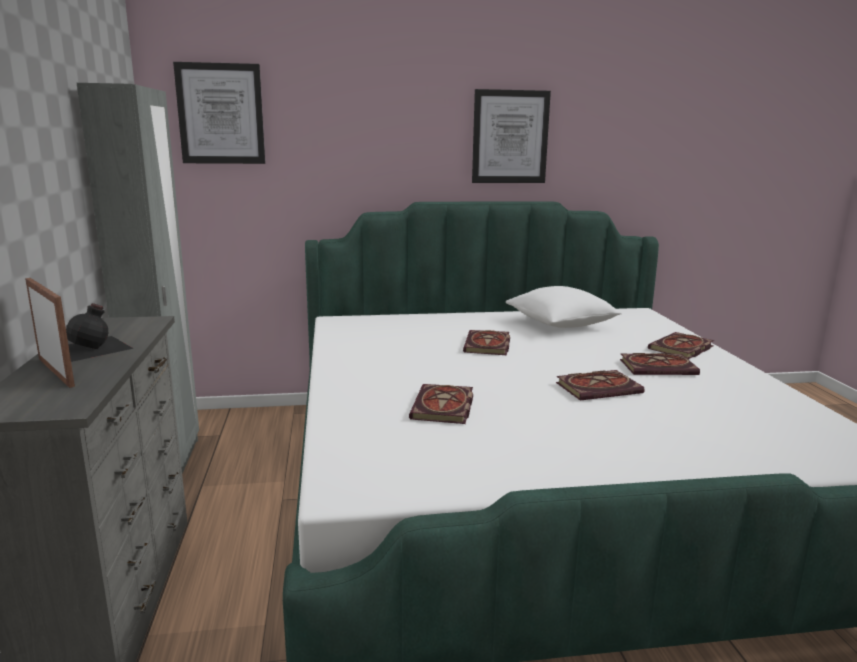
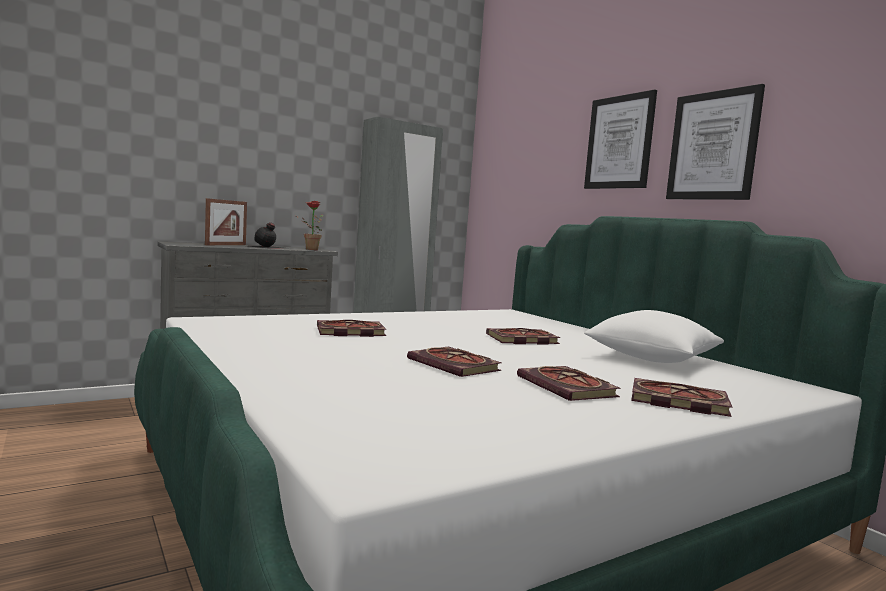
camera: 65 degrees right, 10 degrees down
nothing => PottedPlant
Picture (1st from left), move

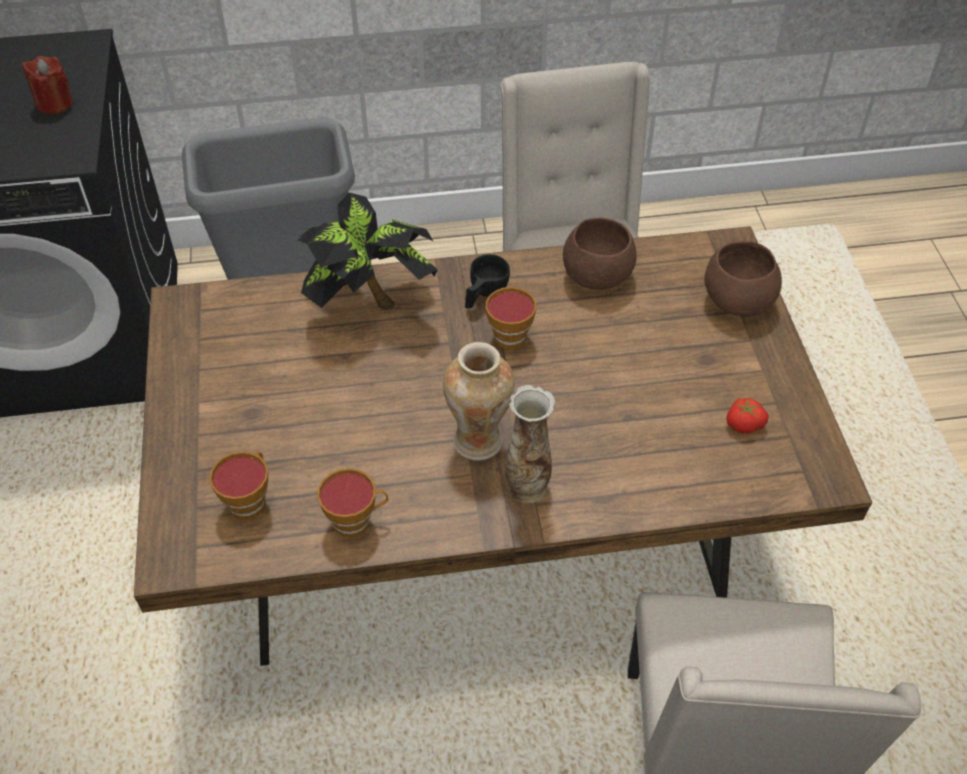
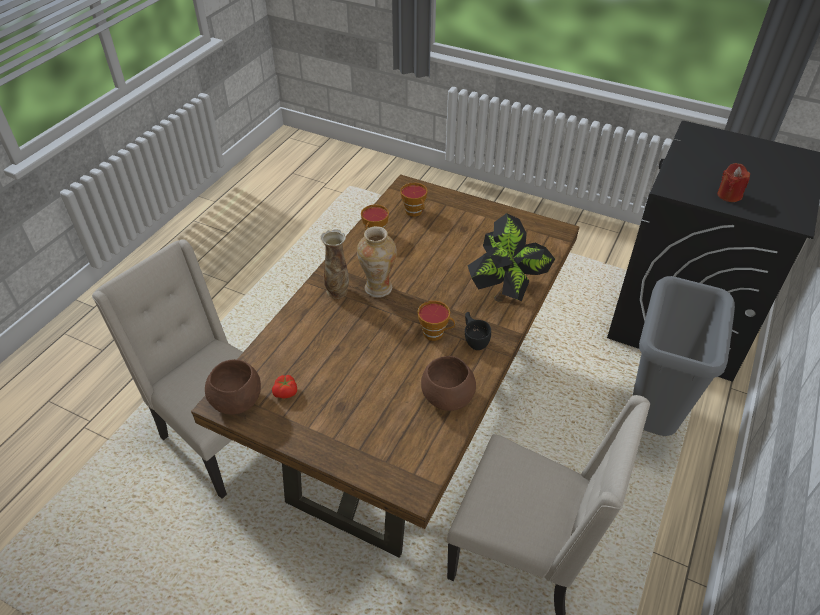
camera: 125 degrees right, 5 degrees down
BrownBowl (2nd from left in the first image) => BrownBowl (1st from left), move

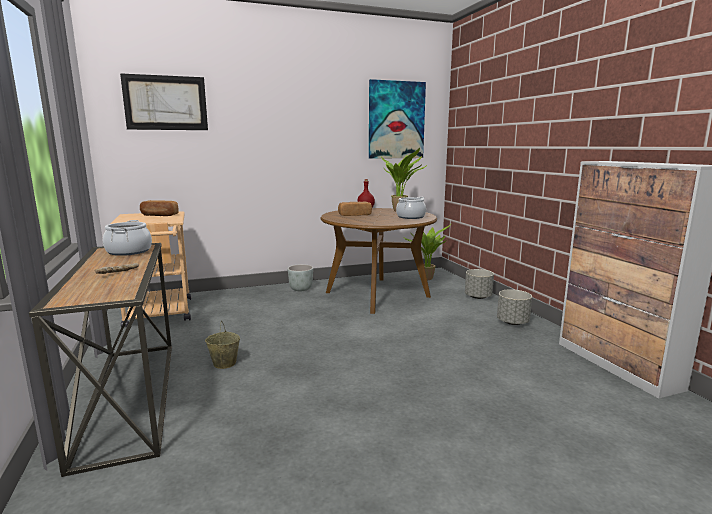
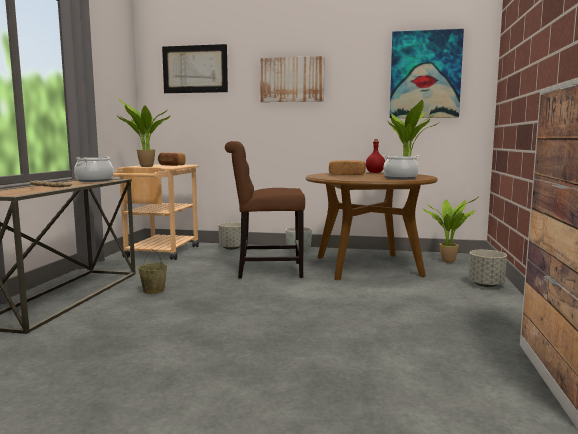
camera: 30 degrees right, 5 degrees down
nothing => PottedPlant (1st from left)
nothing => BrownChair
nothing => Picture (2nd from left)
GreyPlanter (3rd from left in the first image) => GreyPlanter (1st from left), move

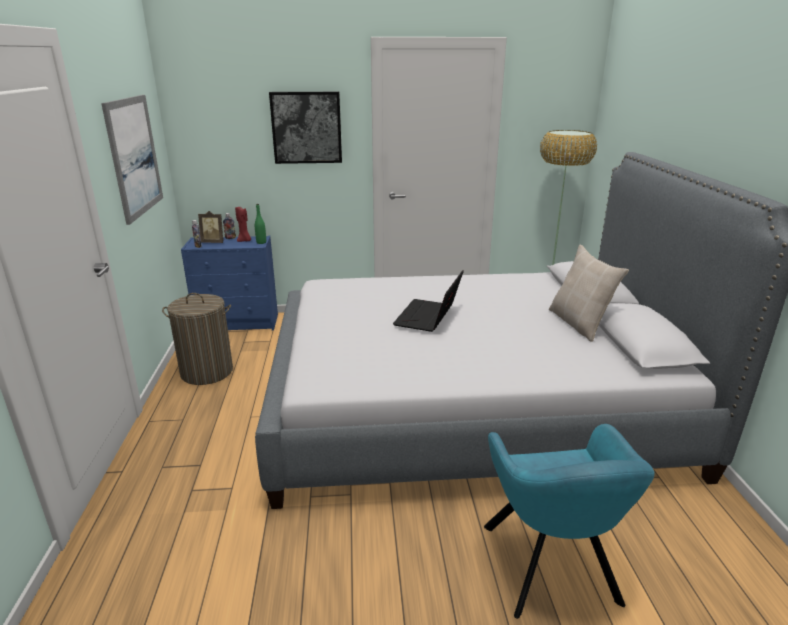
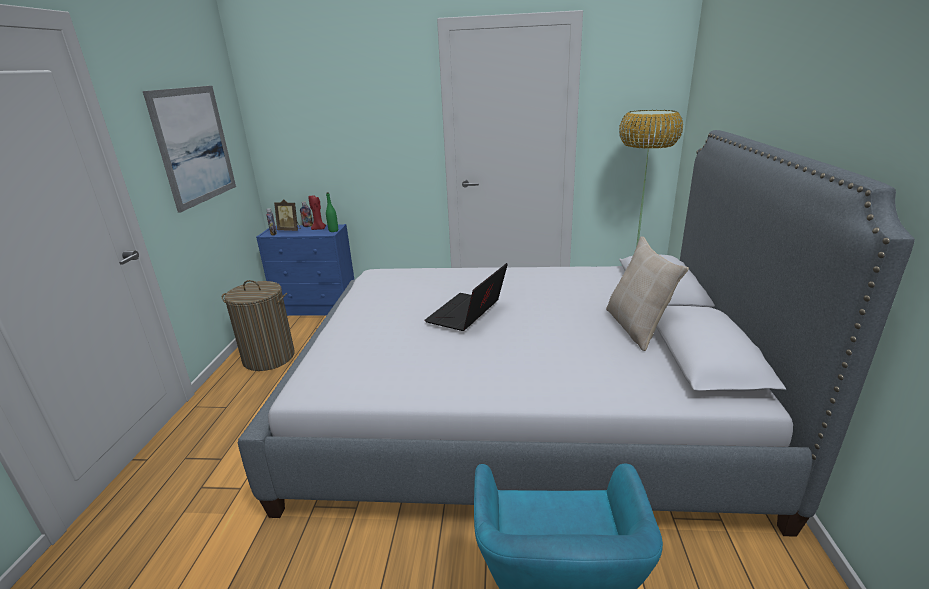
camera: 10 degrees right, 0 degrees up
Picture (2nd from left) => nothing

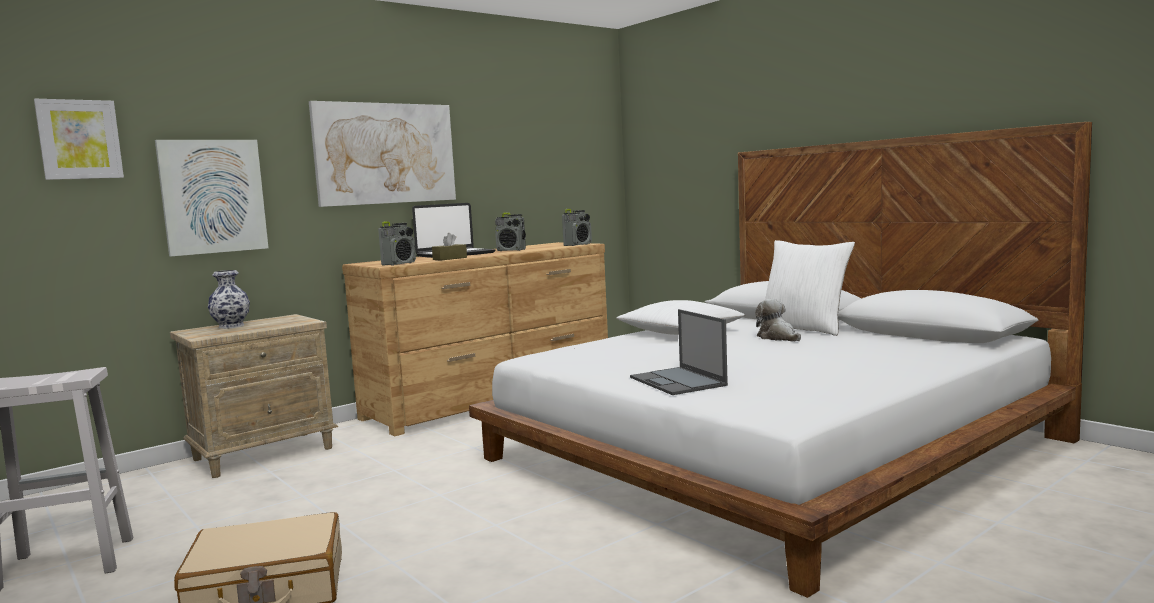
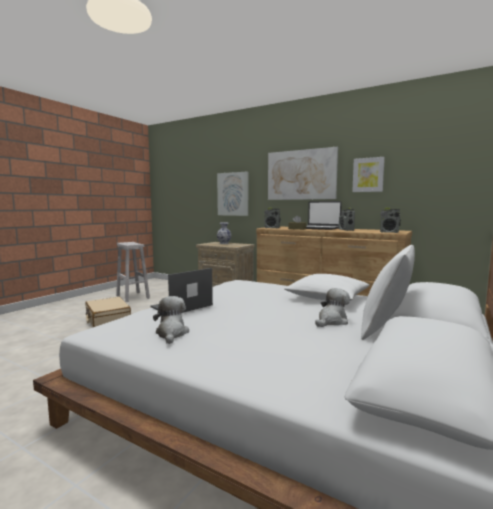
camera: 70 degrees right, 0 degrees up
nothing => PlushToy (1st from left)
Picture (1st from left in the first image) => Picture (3rd from left), move

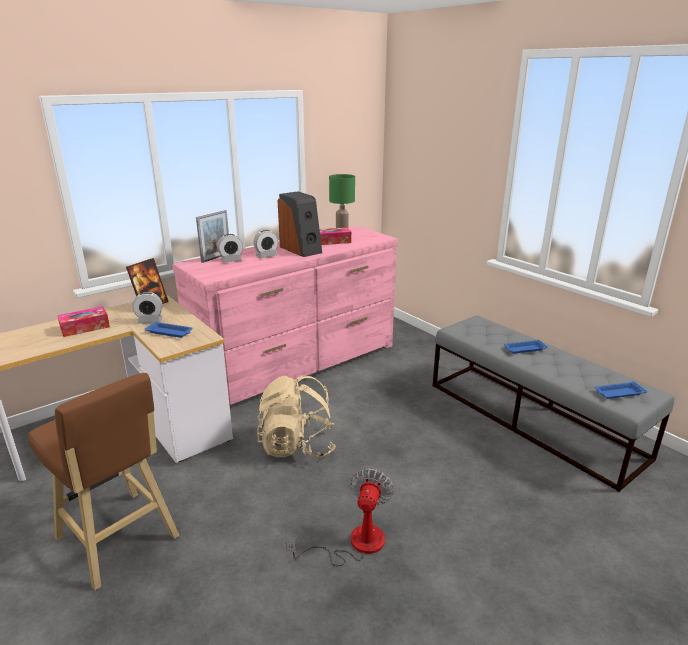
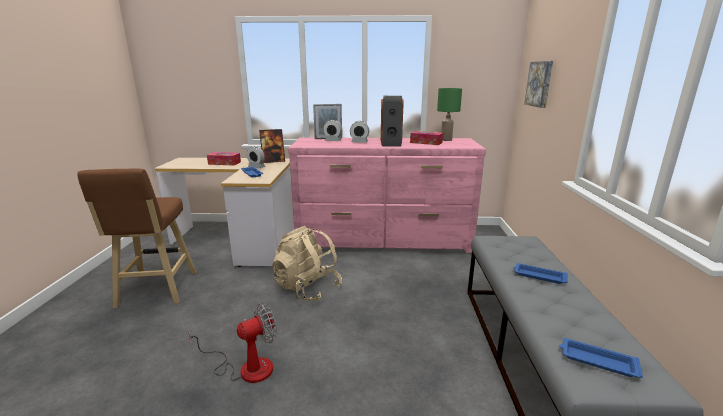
camera: 40 degrees right, 5 degrees down
nothing => Picture

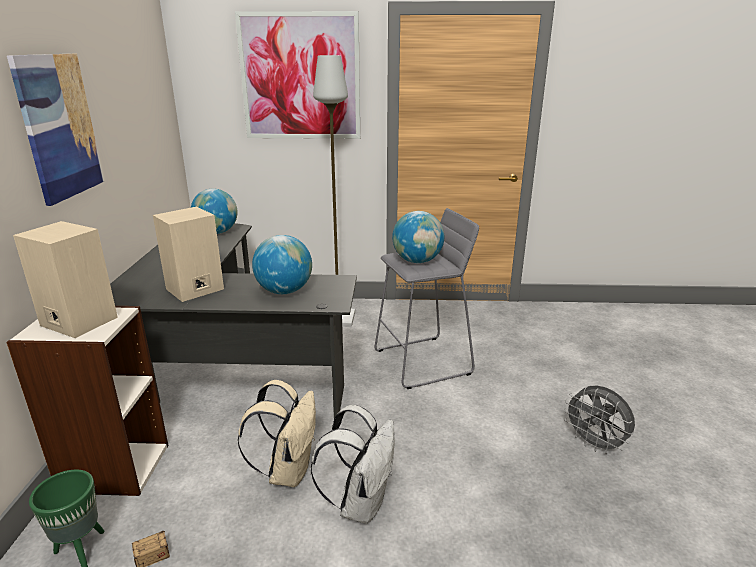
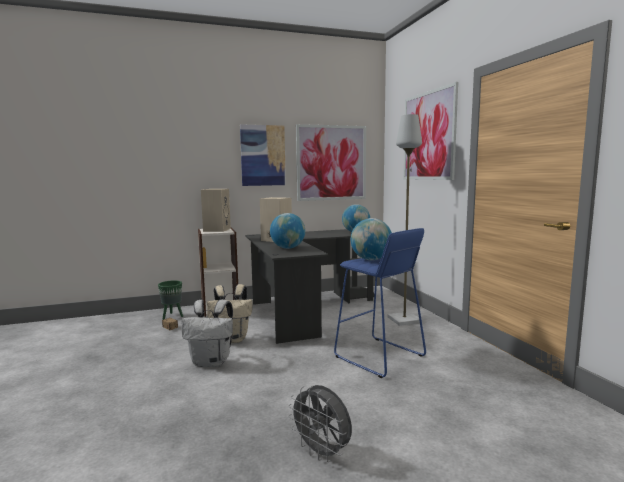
camera: 70 degrees right, 15 degrees down
nothing => Picture (2nd from left)
GreyStool => BlueStool
GreyFan, 75 degrees counterclockwise

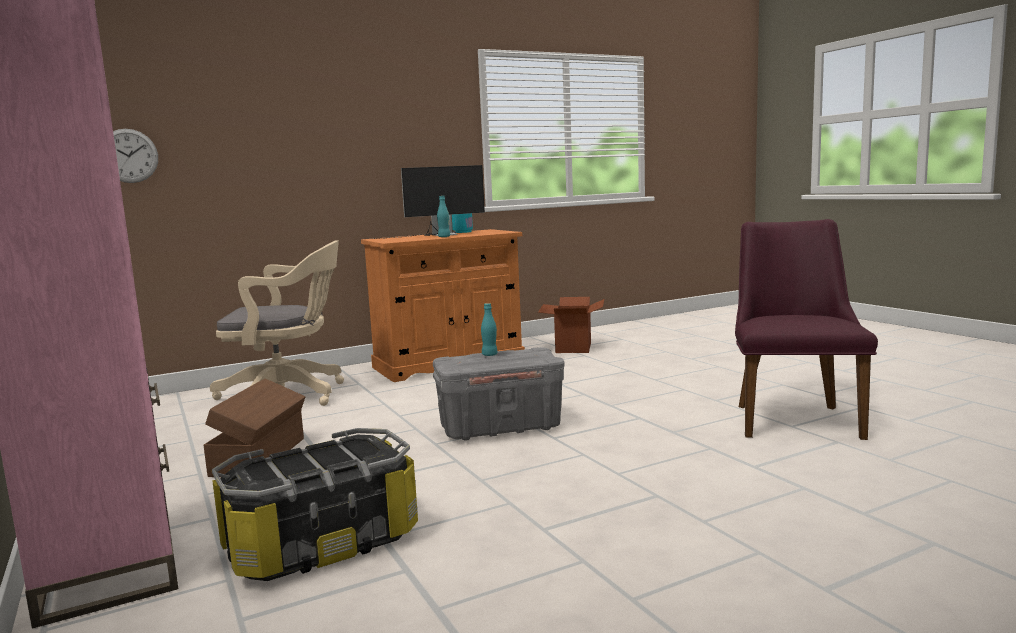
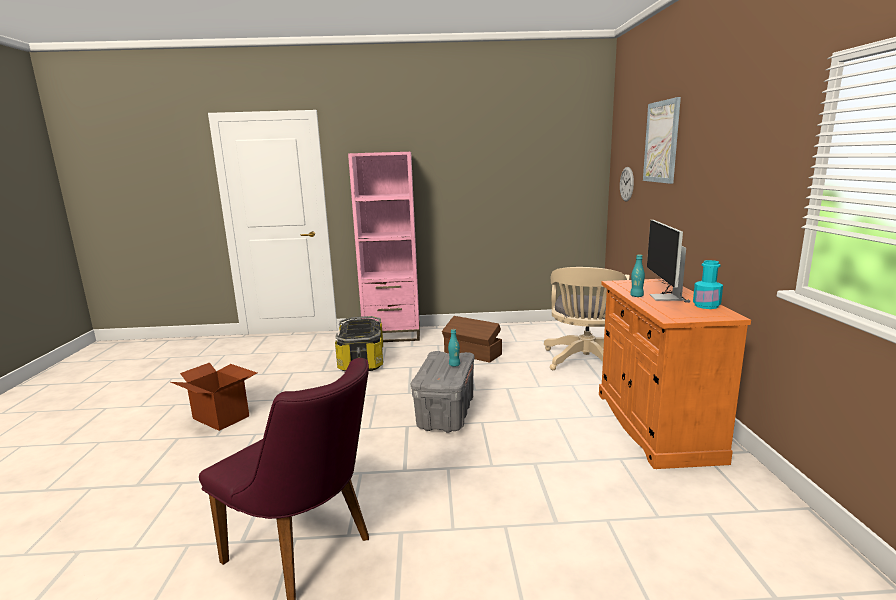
camera: 115 degrees right, 5 degrees up
nothing => Picture
CardboardBox, move

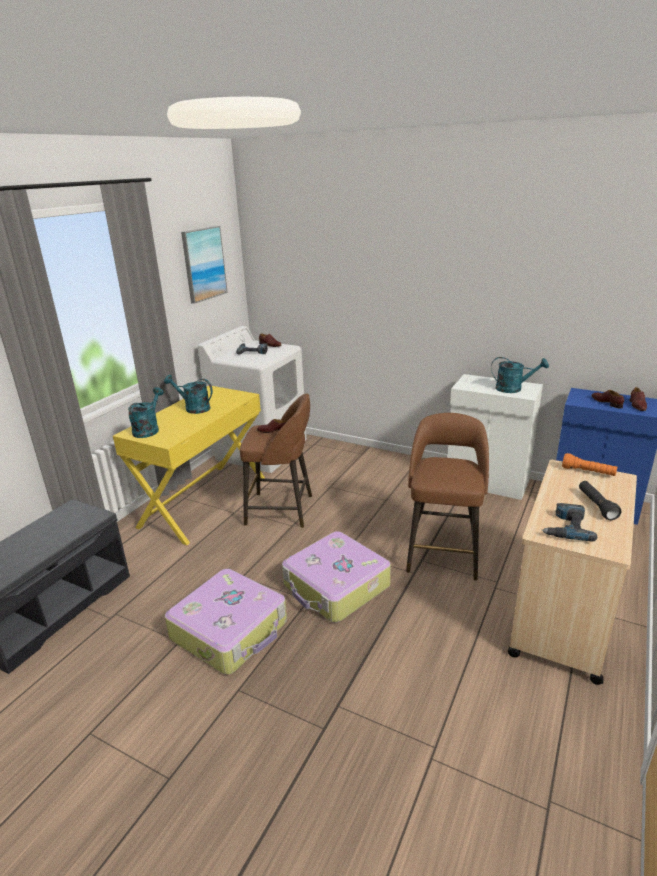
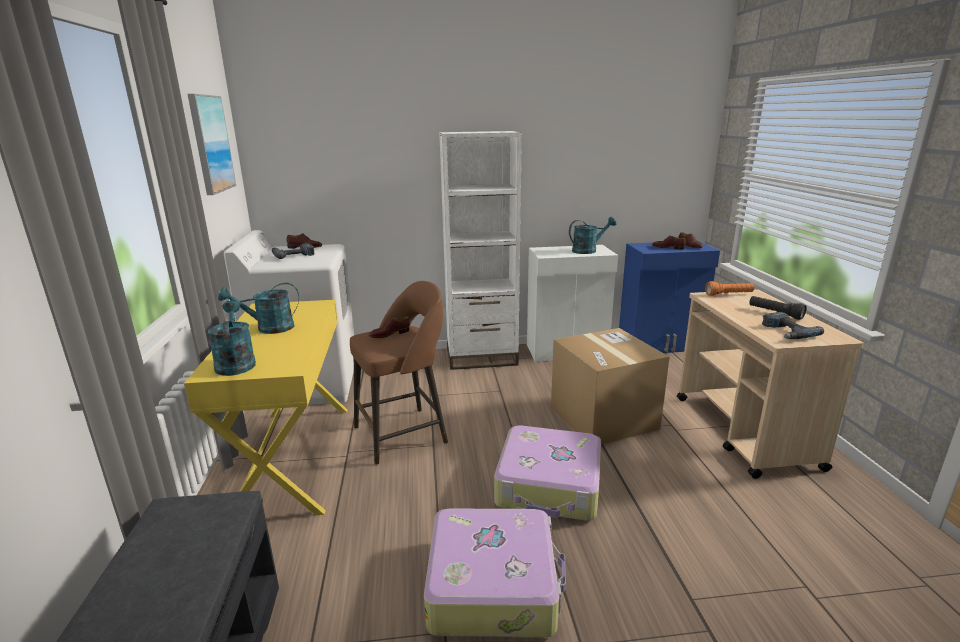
camera: 35 degrees left, 5 degrees down
nothing => WhiteBookcase
BrownStool (2nd from left) => CardboardBox

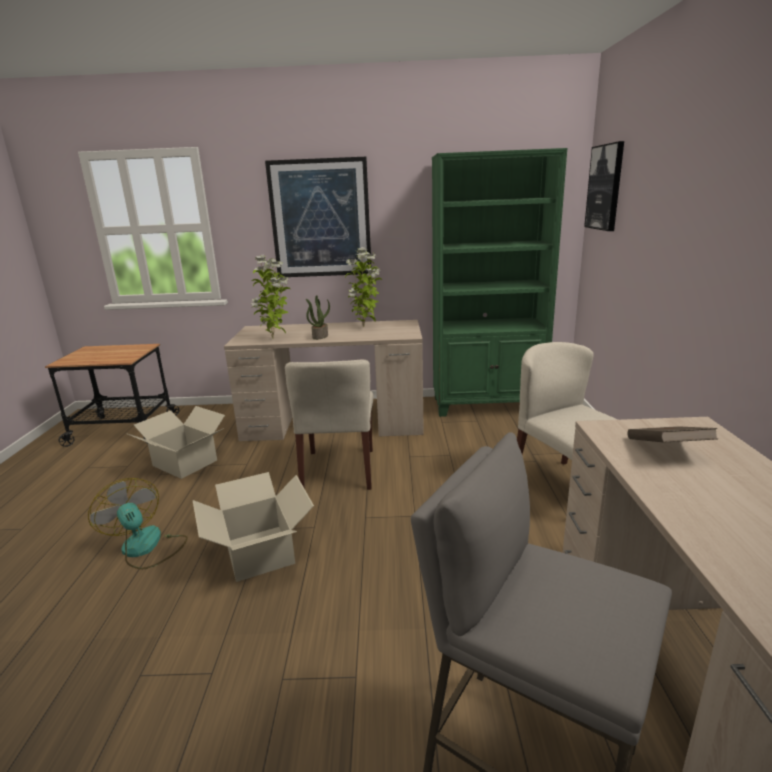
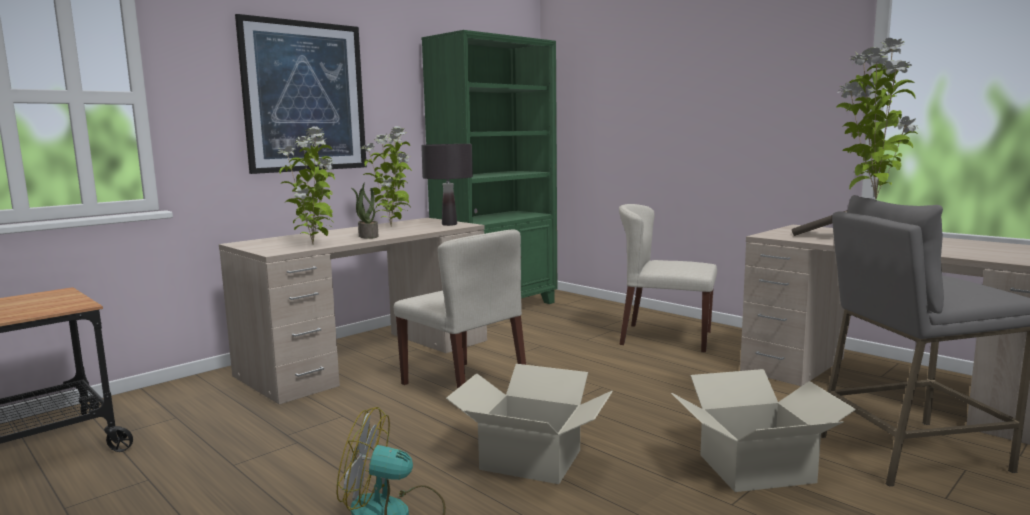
camera: 45 degrees left, 10 degrees down
Picture (2nd from left) => nothing
nothing => BlackTableLamp
nothing => PottedPlant (4th from left)
CardboardBox (1st from left in the first image) => CardboardBox (2nd from left), move

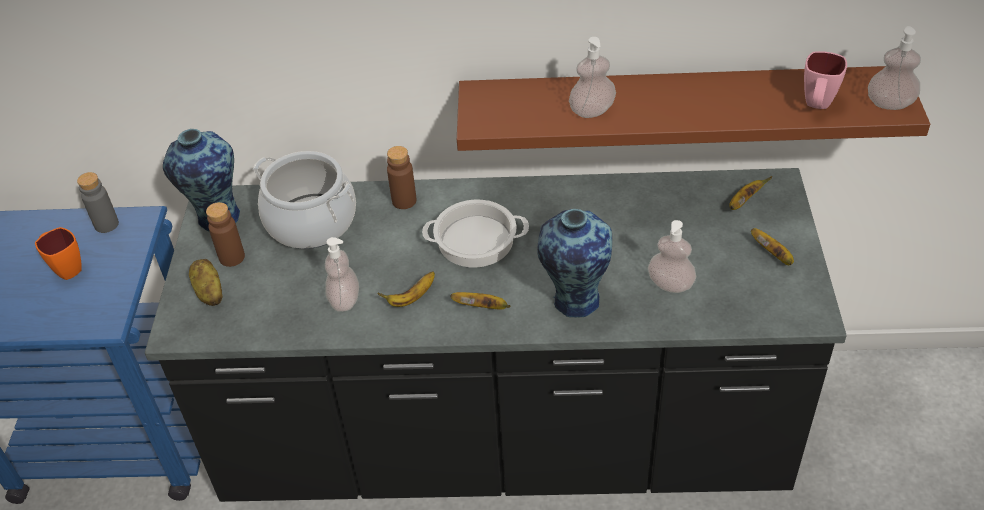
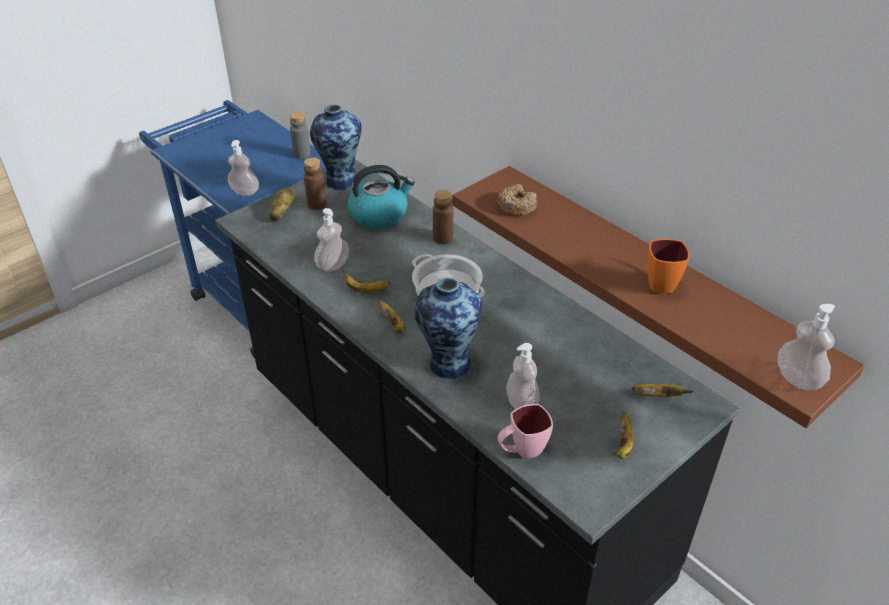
camera: 45 degrees right, 5 degrees down
nothing => Donut
OrangeMug, move
SoapDispenser (2nd from left in the first image) => SoapDispenser (1st from left), move
PinkMug, move
CookingPot (1st from left) => Kettle

